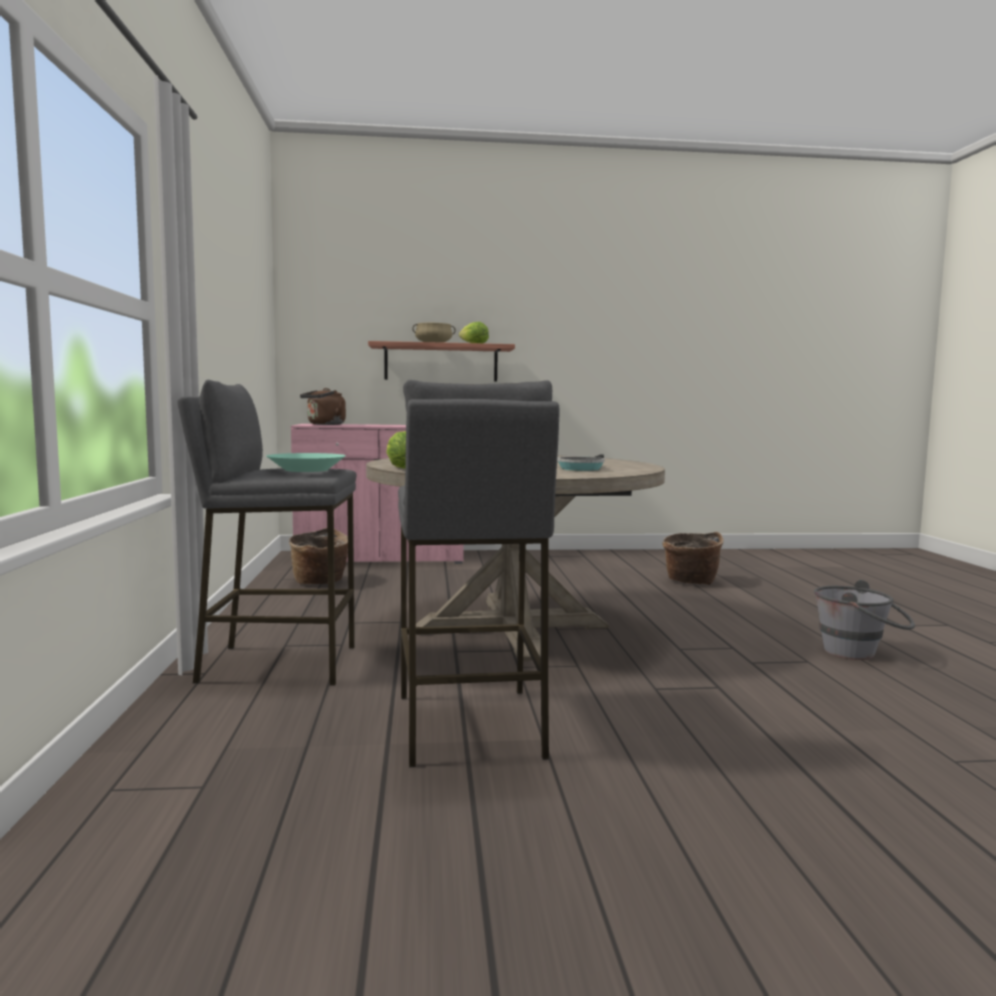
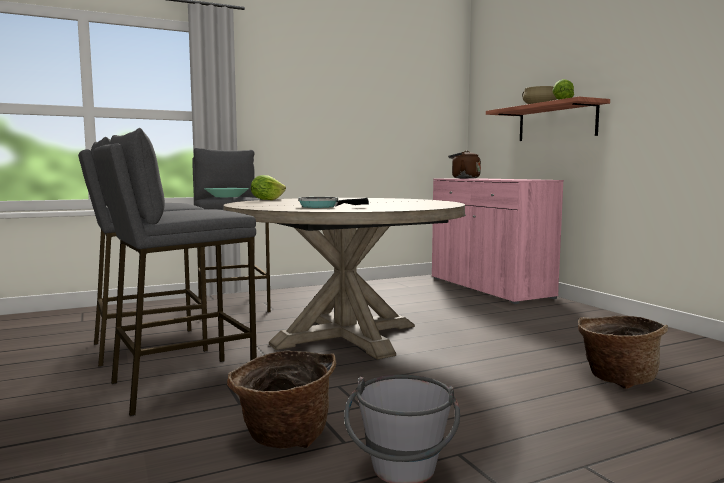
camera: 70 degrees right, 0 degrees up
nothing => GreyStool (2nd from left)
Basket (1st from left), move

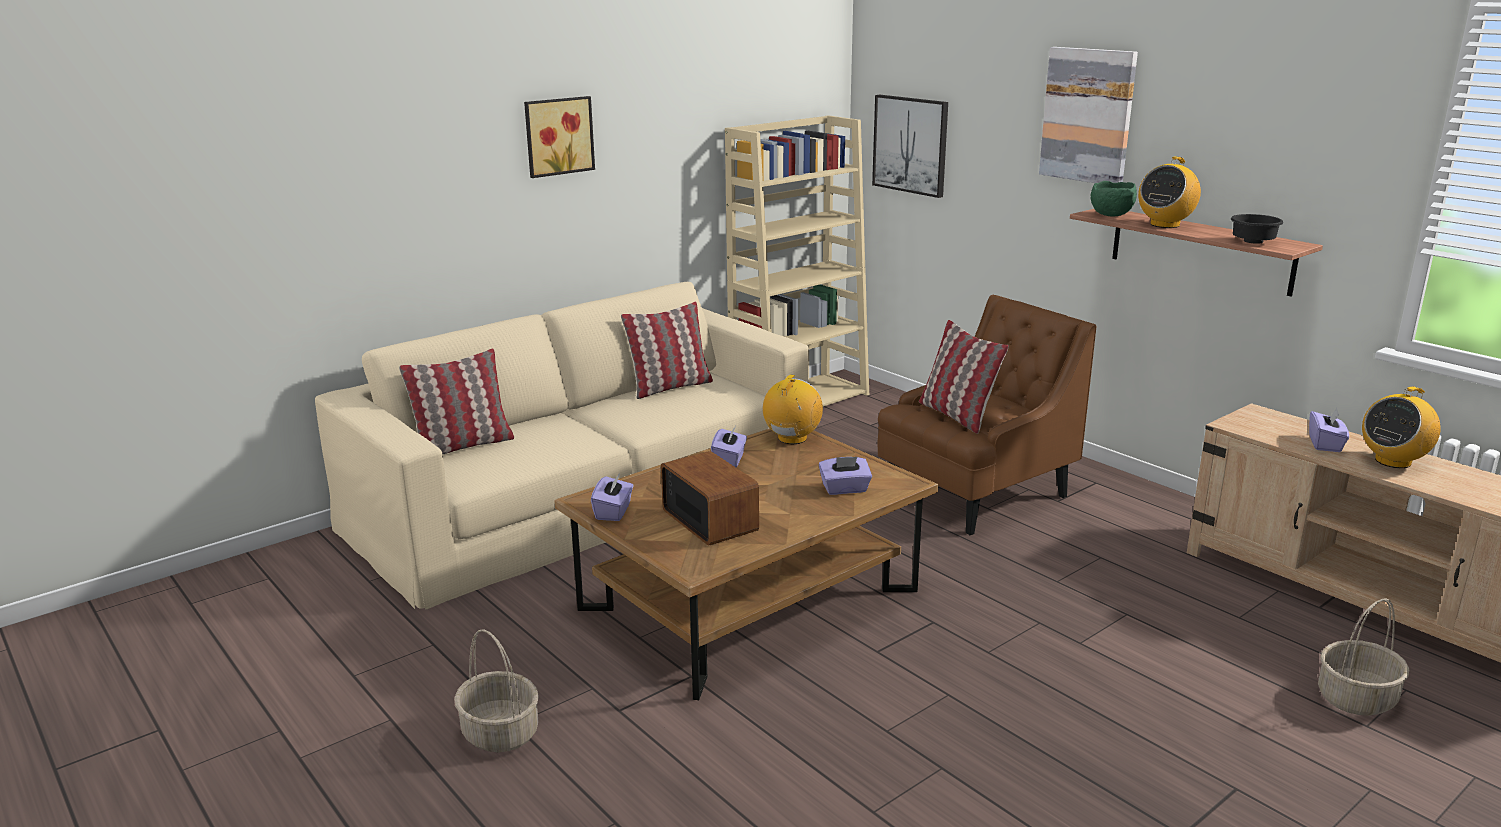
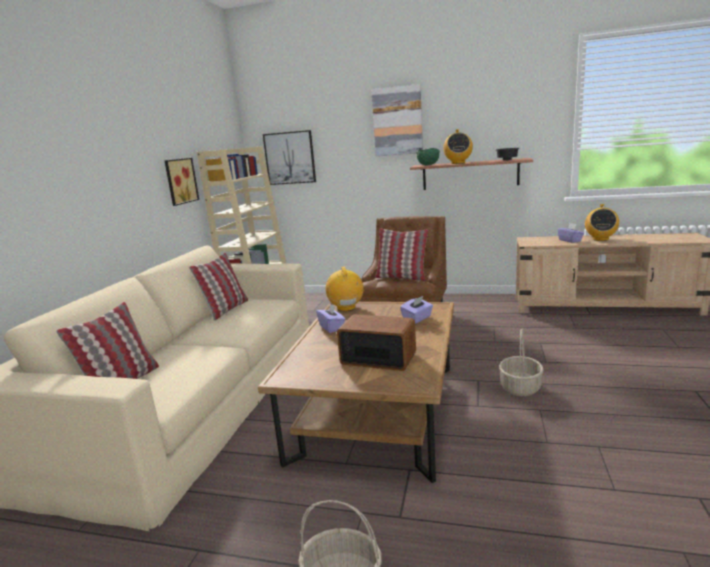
camera: 35 degrees left, 5 degrees down
PurpleTissueBox (1st from left) => nothing
Picture (1st from left), move
Basket (2nd from left), move

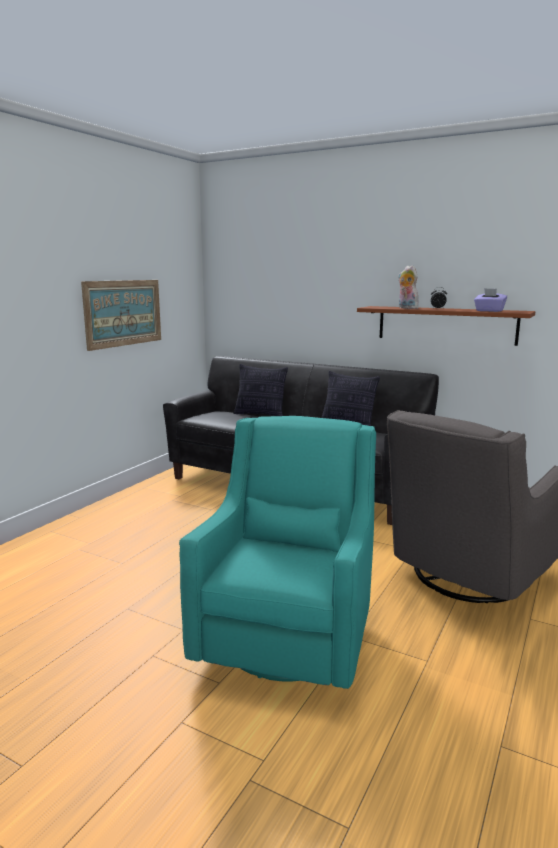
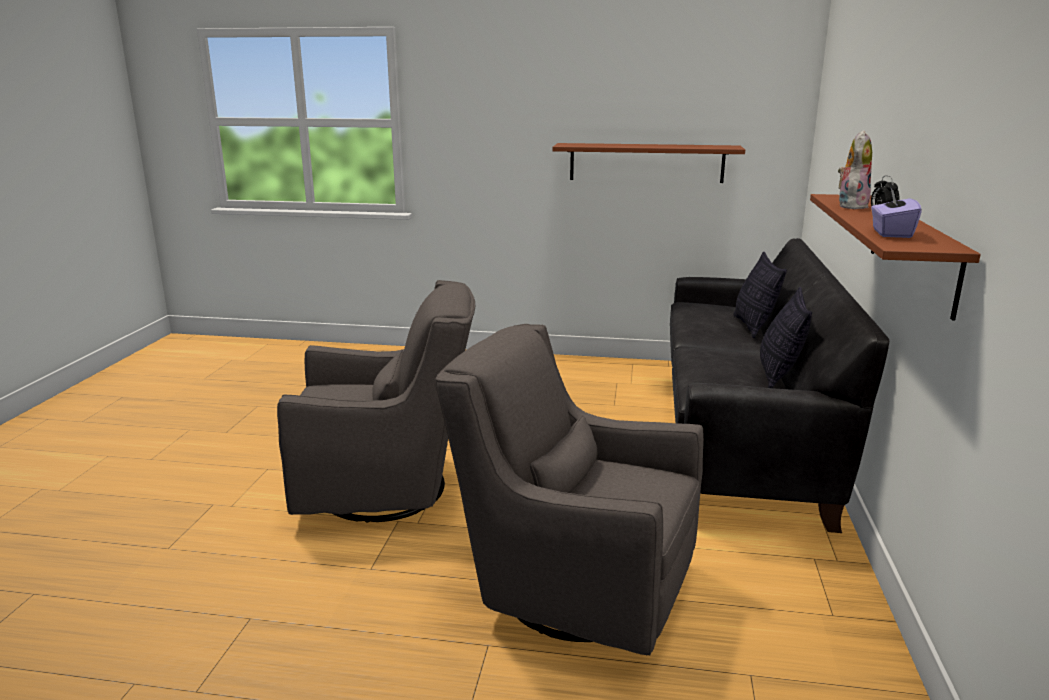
camera: 70 degrees right, 5 degrees up
Picture => BrownShelf (1st from left)
TurquoiseArmchair => GreyArmchair (1st from left)

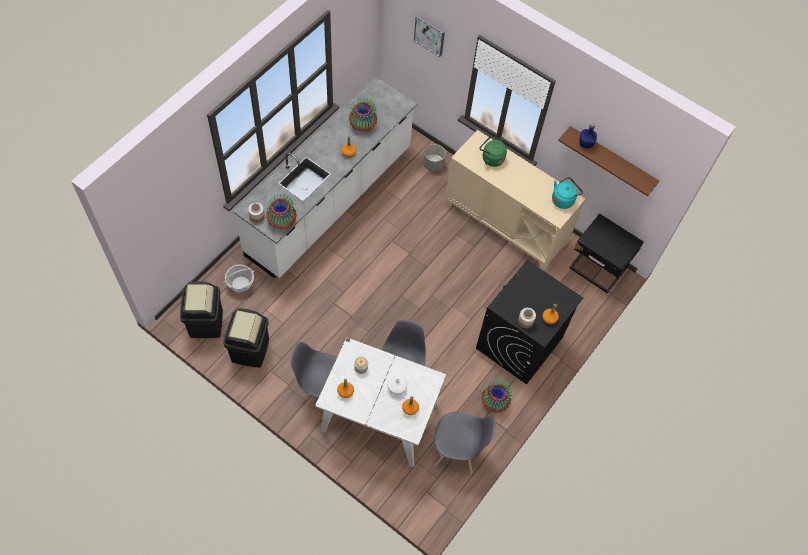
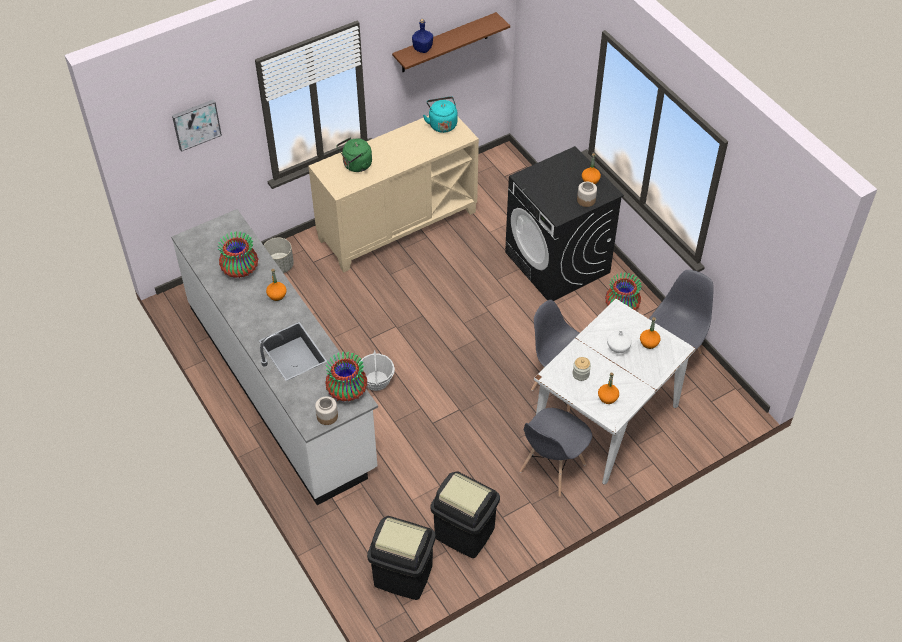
camera: 65 degrees left, 10 degrees down
BlackNightstand => nothing
Basket, move

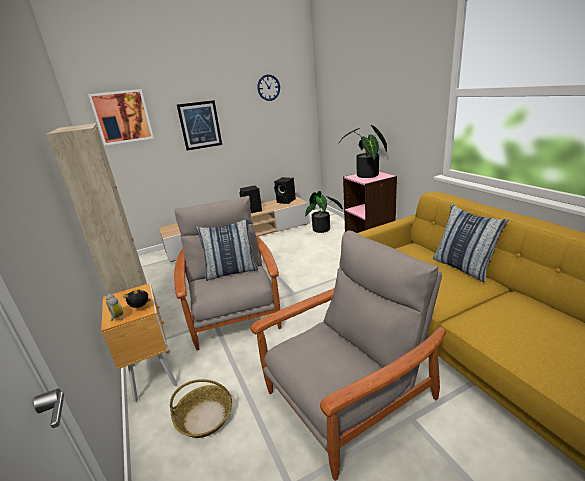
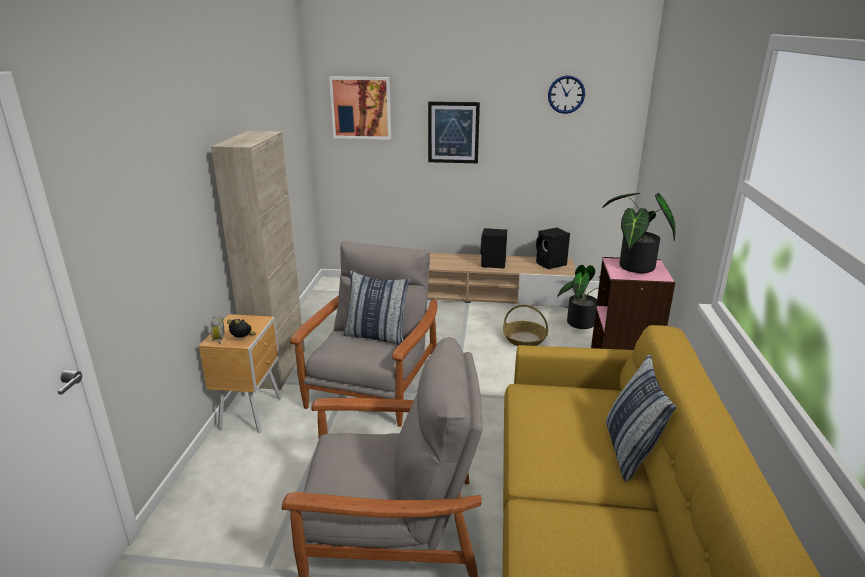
camera: 30 degrees right, 0 degrees up
Basket, move

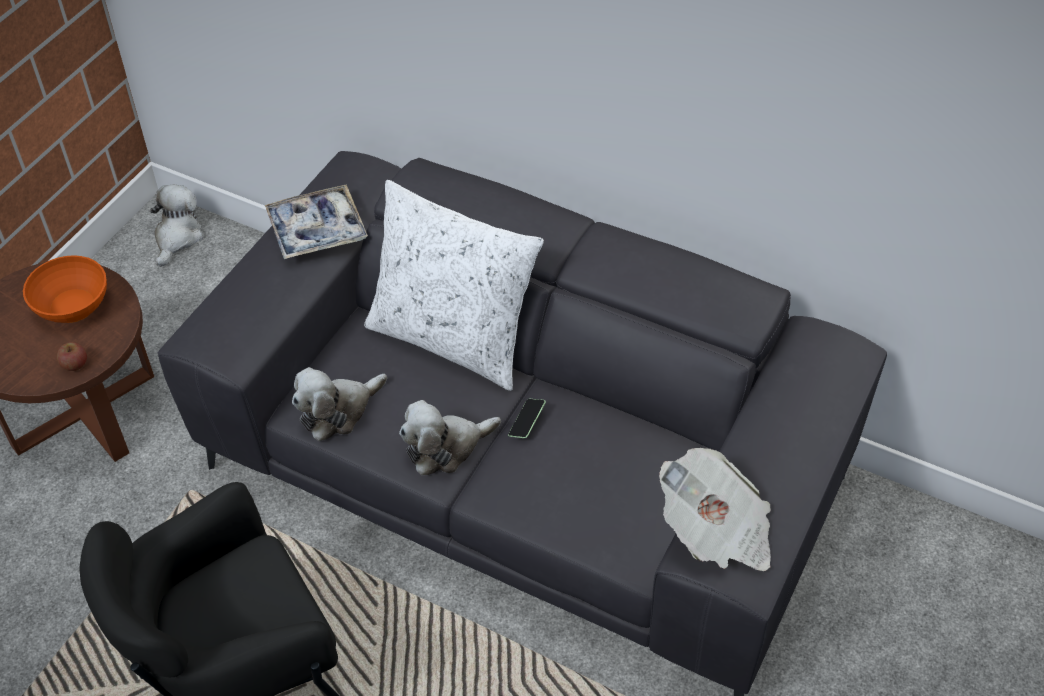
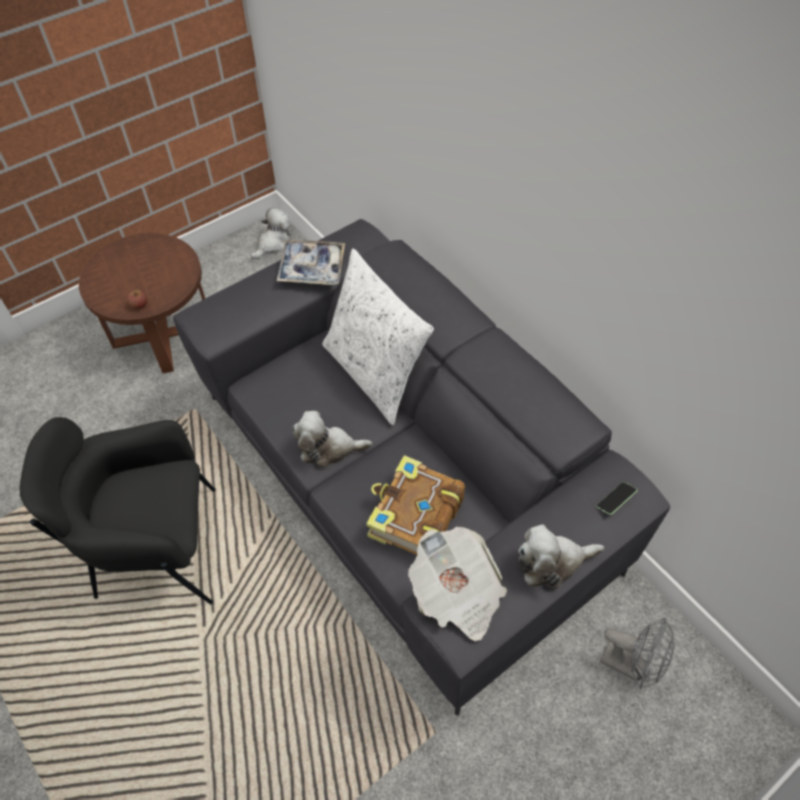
camera: 25 degrees right, 5 degrees up
OrangeBowl => nothing
nothing => Book
nothing => GreyFan
PlushToy (2nd from left in the first image) => PlushToy (3rd from left), move
Phone, move

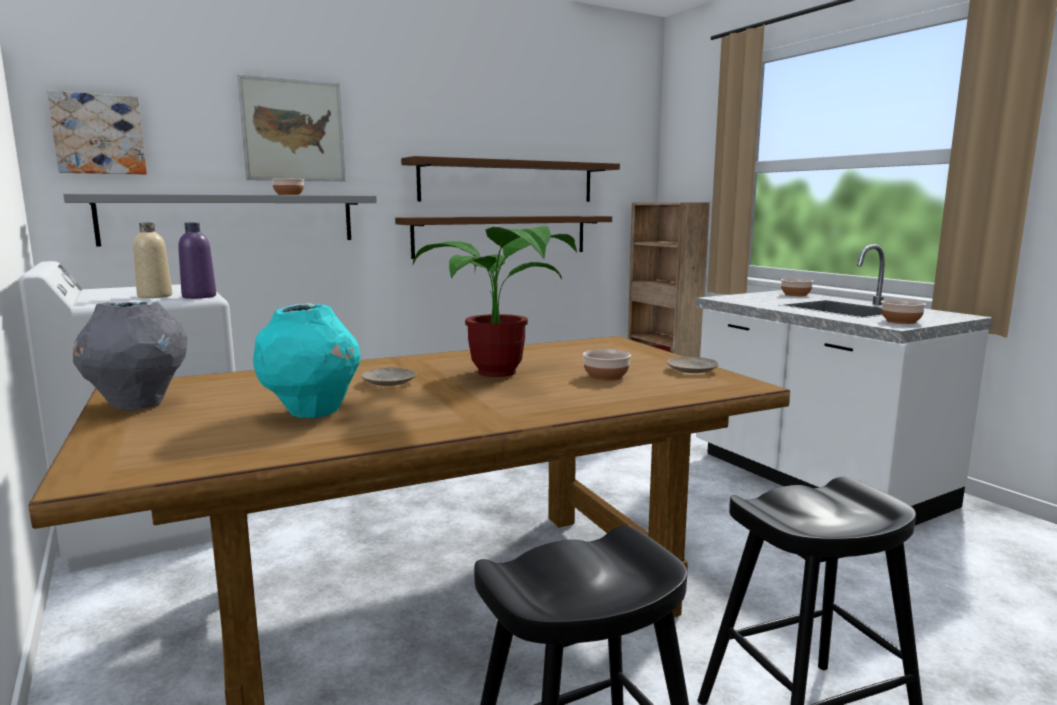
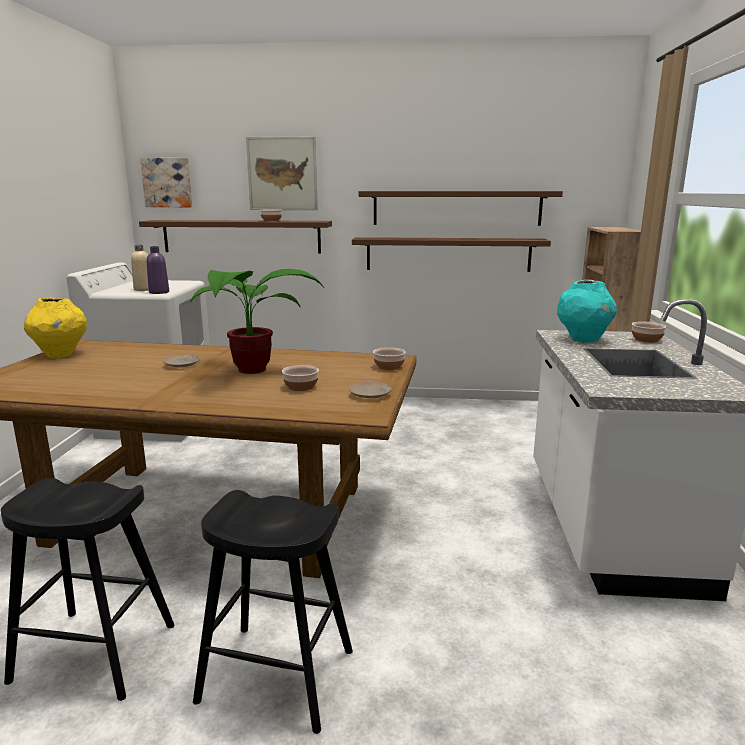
camera: 35 degrees right, 5 degrees up
TurquoiseVase, move
Bowl (4th from left in the first image) => Bowl (3rd from left), move
GreyShelf => BrownShelf (1st from left)
GreyVase => YellowVase

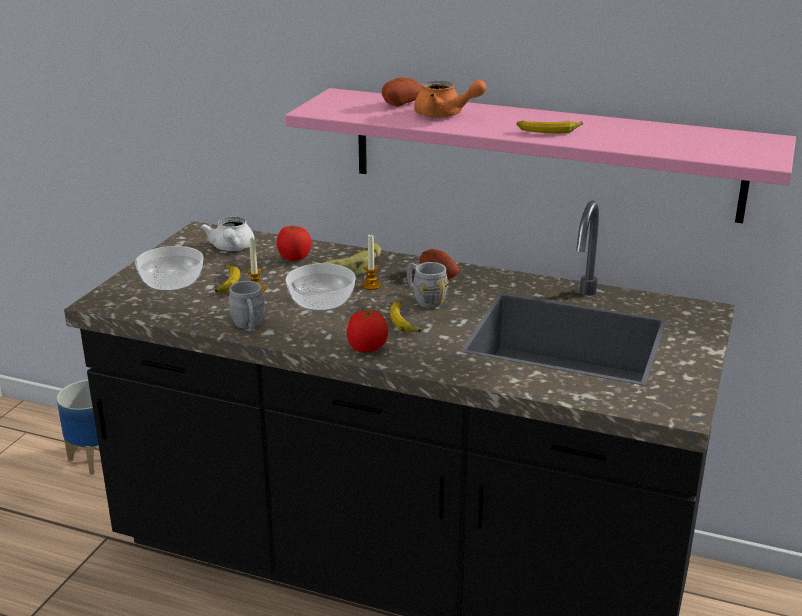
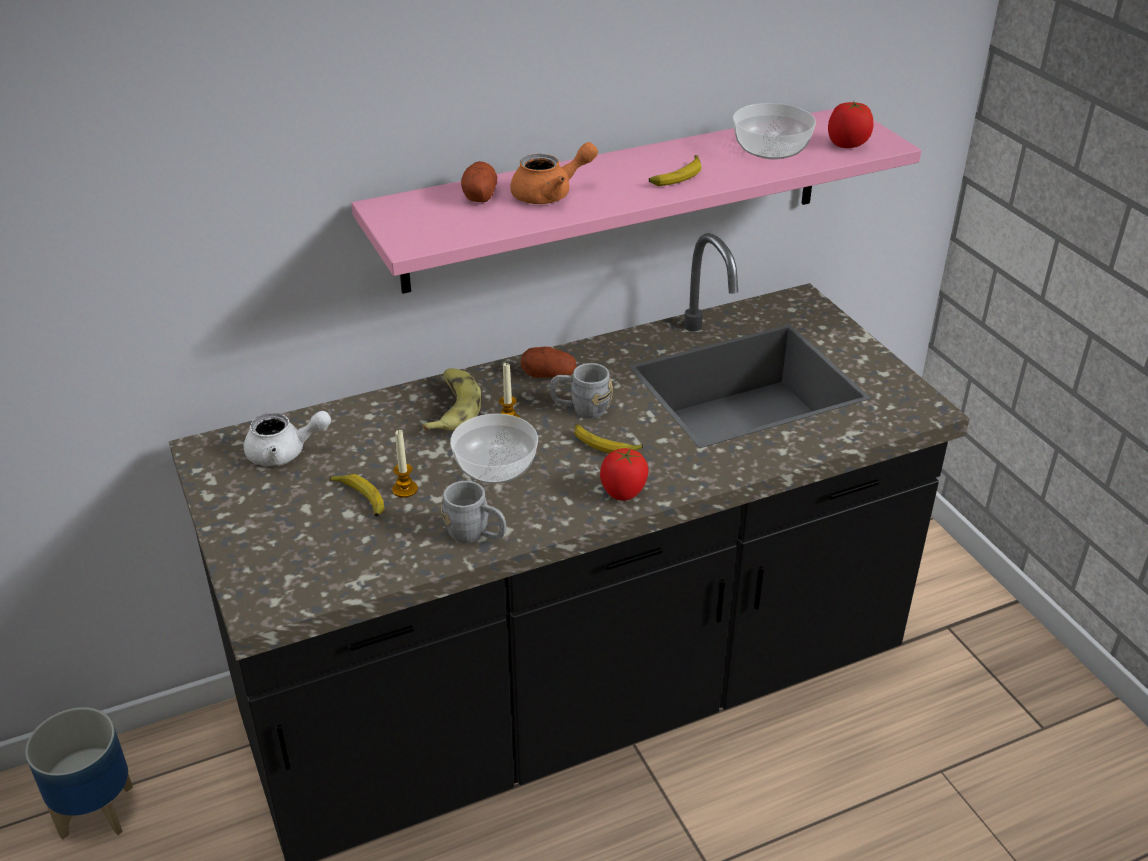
camera: 45 degrees left, 10 degrees up
Bowl (1st from left in the first image) => Bowl (2nd from left), move
Tomato (1st from left in the first image) => Tomato (2nd from left), move
WhiteTeapot, 45 degrees counterclockwise

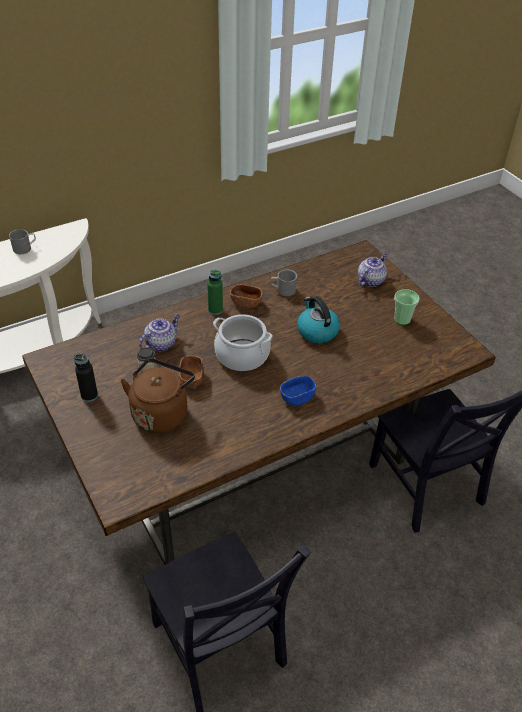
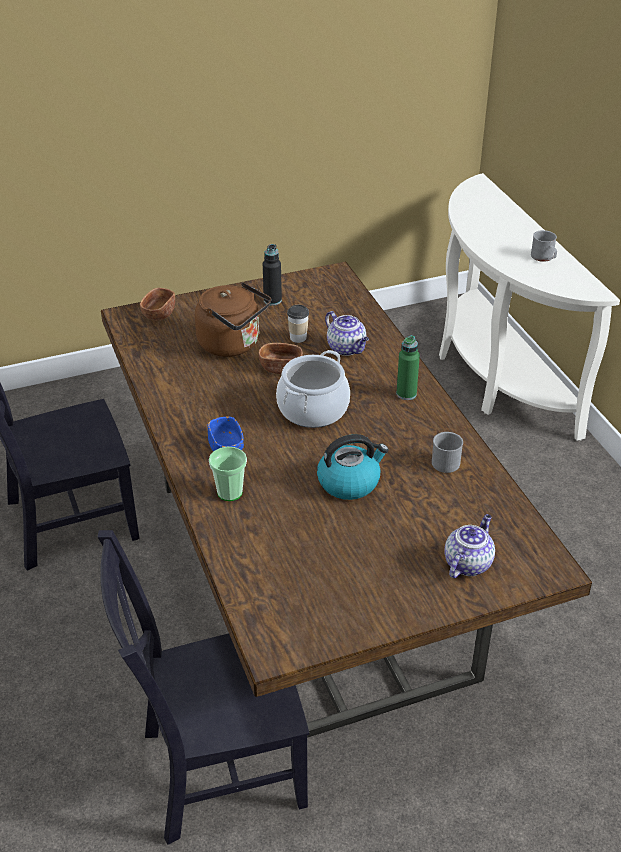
camera: 100 degrees right, 5 degrees down
BrownBowl (2nd from left in the first image) => BrownBowl (1st from left), move
Cup (2nd from left in the first image) => Cup (1st from left), move
Teapot (2nd from left), 105 degrees counterclockwise

